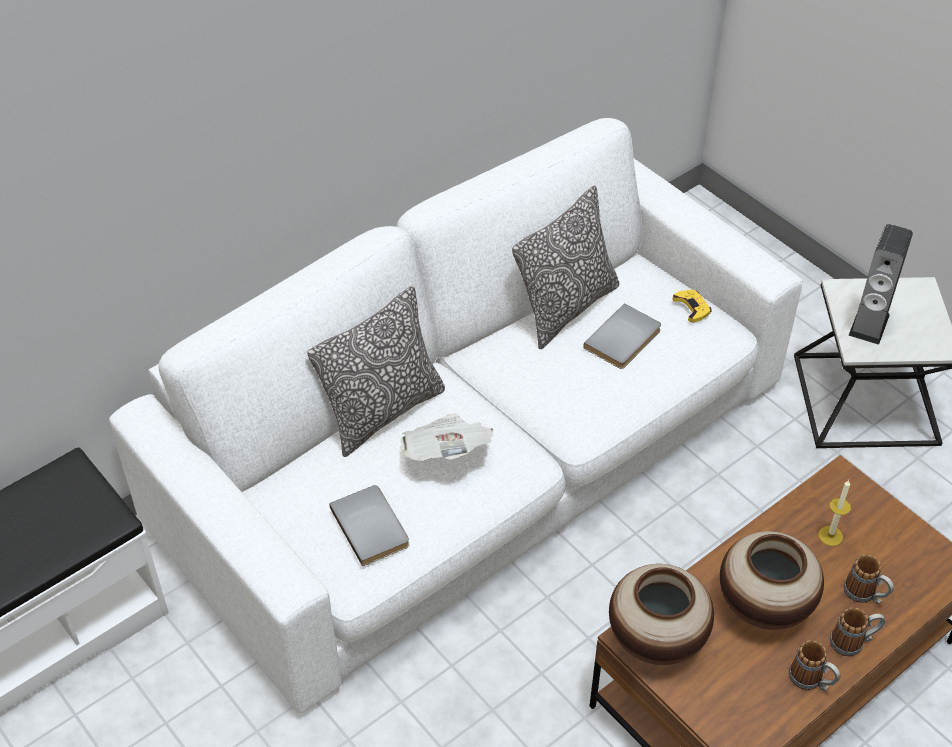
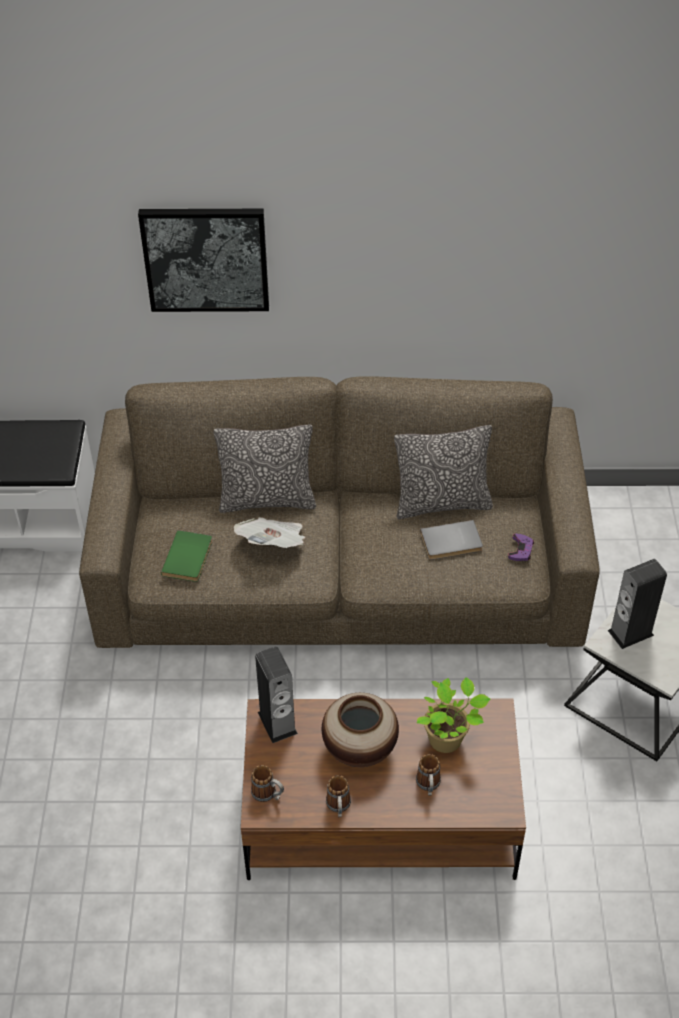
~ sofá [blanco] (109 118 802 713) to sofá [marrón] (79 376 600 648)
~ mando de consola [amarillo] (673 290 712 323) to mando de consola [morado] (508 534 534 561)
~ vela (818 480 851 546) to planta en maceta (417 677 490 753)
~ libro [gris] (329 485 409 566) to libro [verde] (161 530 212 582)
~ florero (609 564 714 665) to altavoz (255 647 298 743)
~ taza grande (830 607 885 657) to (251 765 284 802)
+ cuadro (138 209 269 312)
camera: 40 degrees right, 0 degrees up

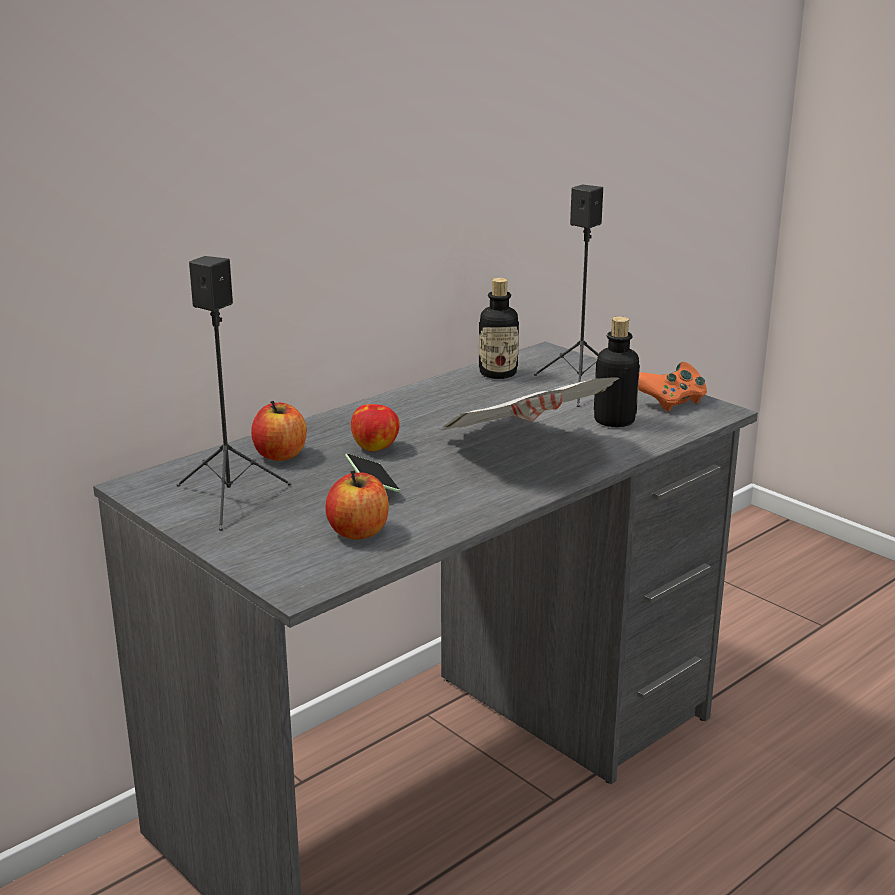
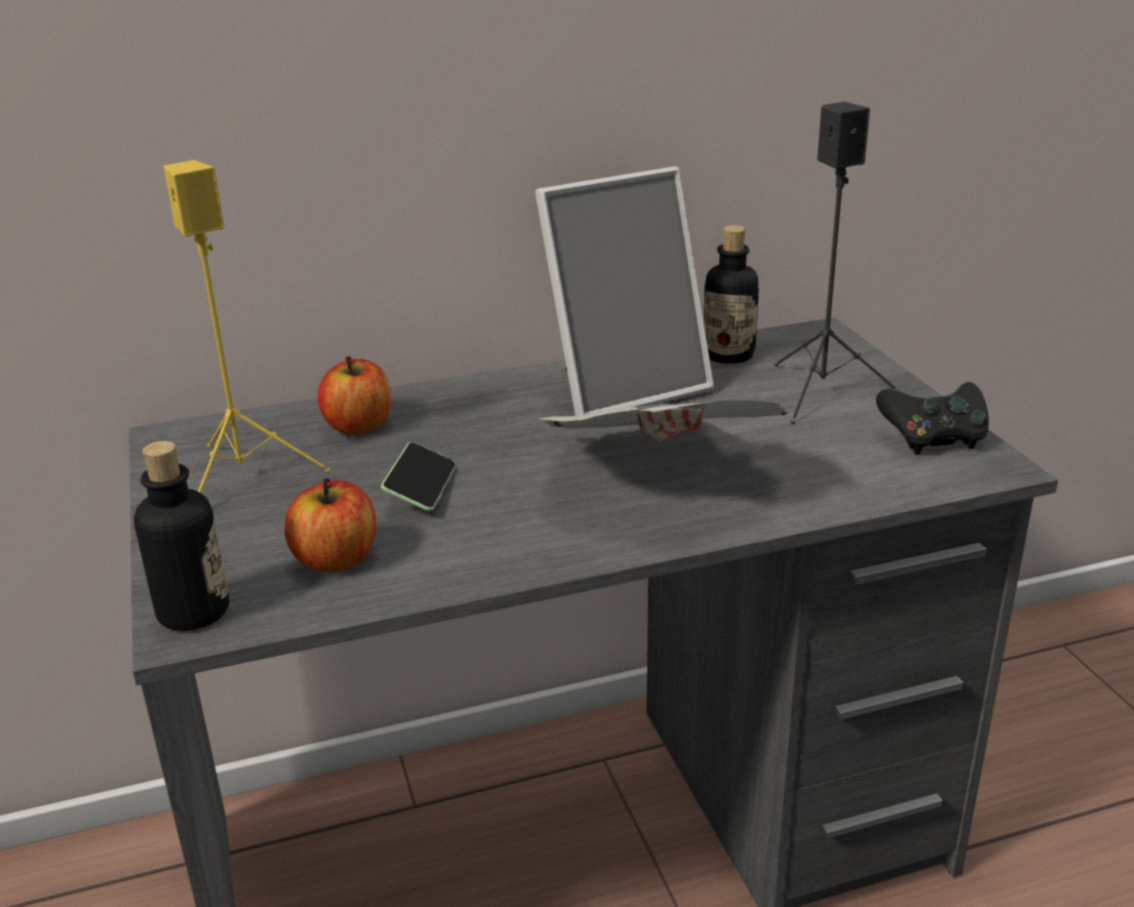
~ altavoz [negro] (177 256 292 531) to altavoz [amarillo] (164 160 330 493)
~ botella (594 317 640 427) to (134 441 229 631)
~ mando de consola [naranja] (638 362 707 412) to mando de consola [negro] (876 382 989 454)
- manzana (351 404 400 452)
+ portarretratos (535 166 714 416)
camera: 25 degrees right, 5 degrees up

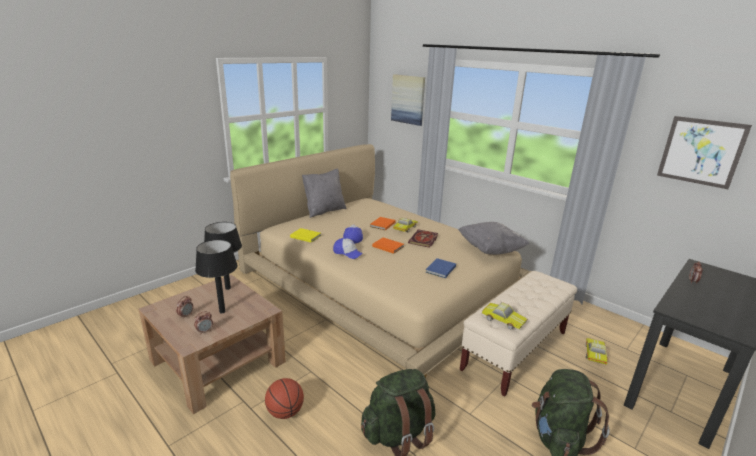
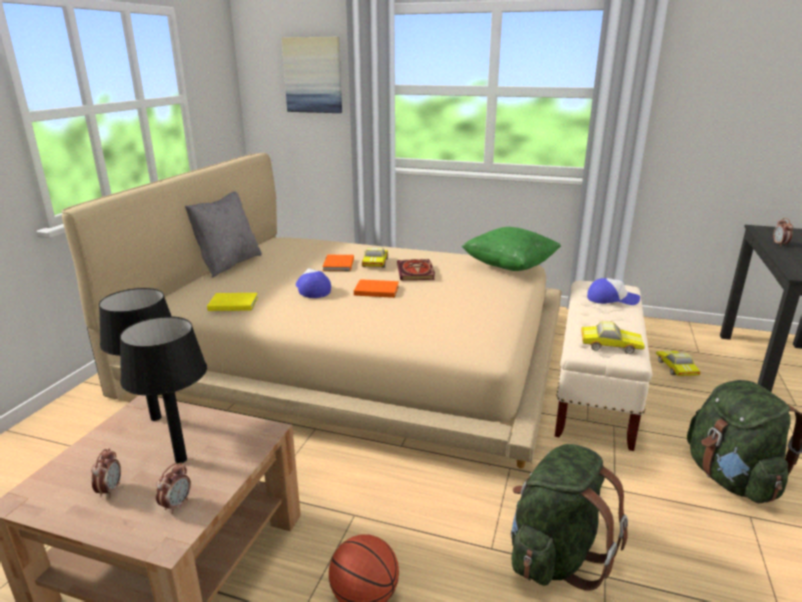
- cuadro (657 116 752 189)
~ cojín [gris] (458 222 530 255) to cojín [verde] (462 227 561 271)
~ gorra (333 238 363 259) to (587 278 640 305)
- libro [azul] (426 258 456 278)
camera: 25 degrees left, 0 degrees up

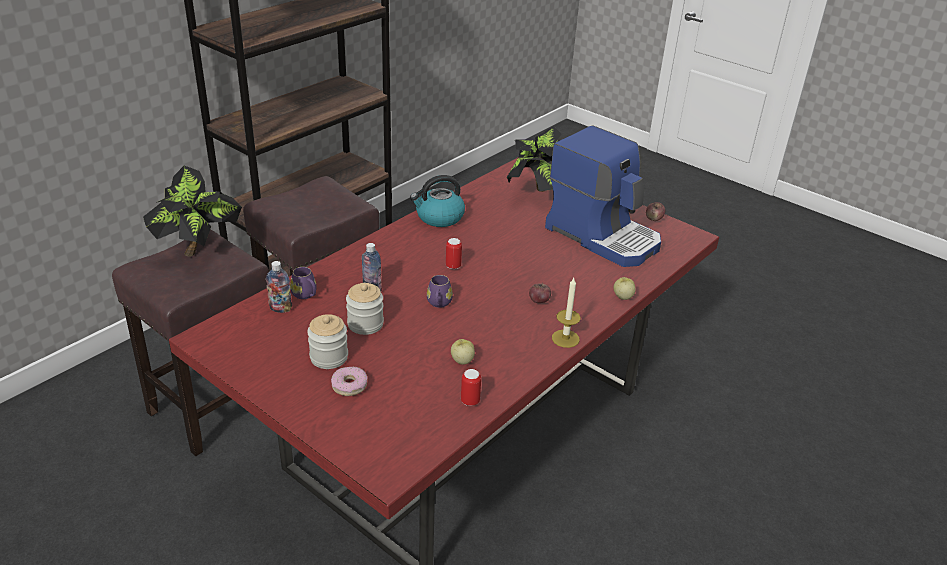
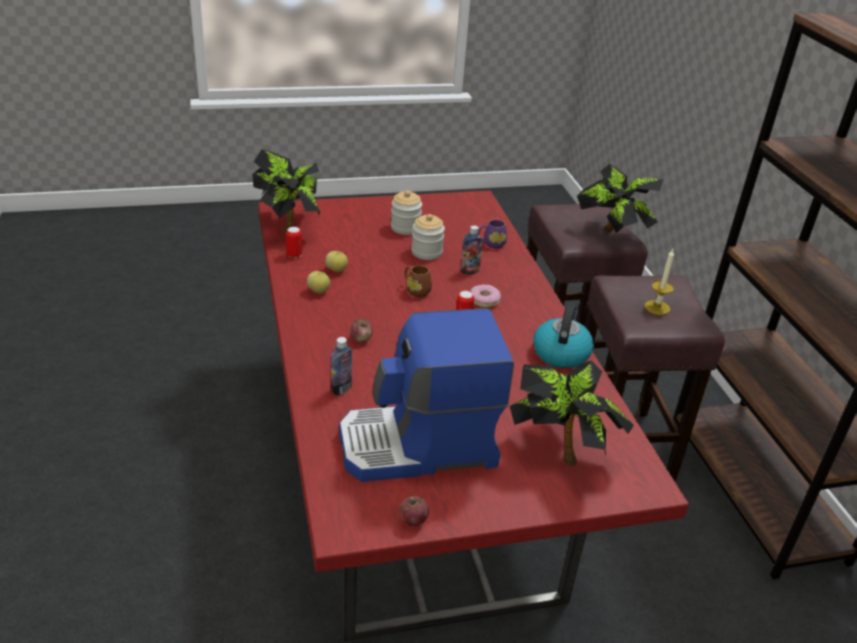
~ botella (266 261 292 313) to (331 337 352 395)
~ taza grande [morado] (427 275 453 308) to taza grande [marrón] (405 265 432 297)
~ manzana (614 277 636 300) to (307 271 330 294)
~ vela (552 278 581 348) to (644 249 674 315)
~ rosquilla (331 367 368 396) to (470 284 501 307)
+ planta en maceta (252 149 320 234)
camera: 125 degrees right, 0 degrees up

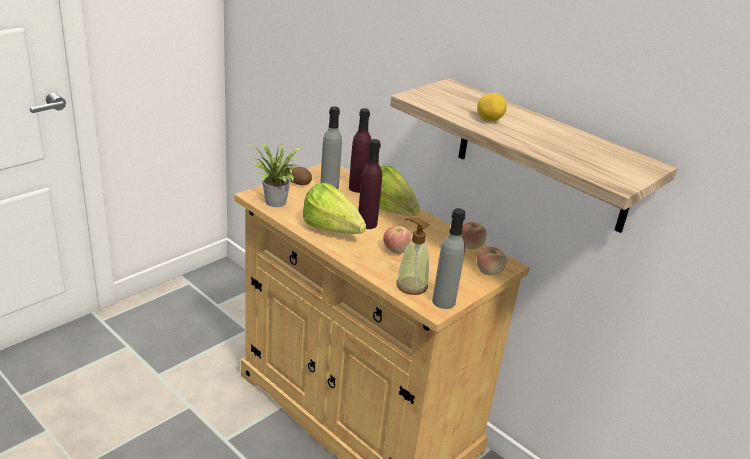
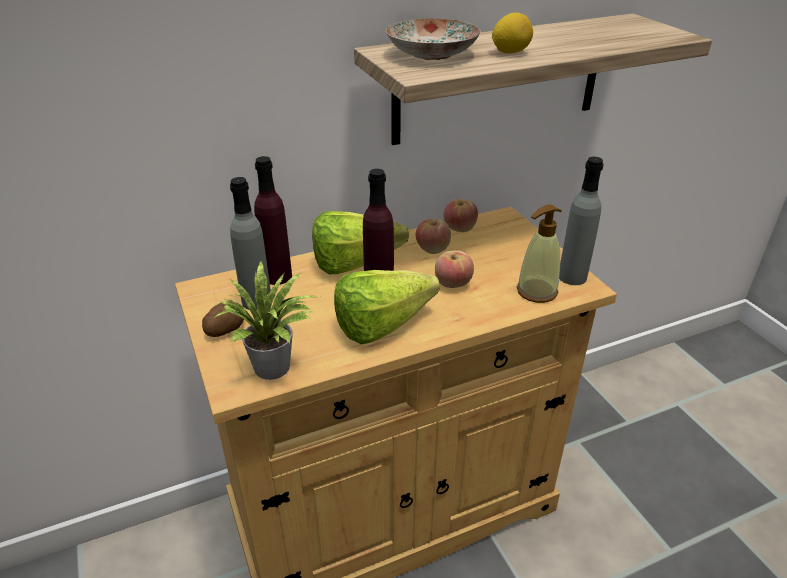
~ manzana (477 247 507 275) to (416 219 451 254)
+ plato (386 18 481 60)
camera: 65 degrees left, 5 degrees up

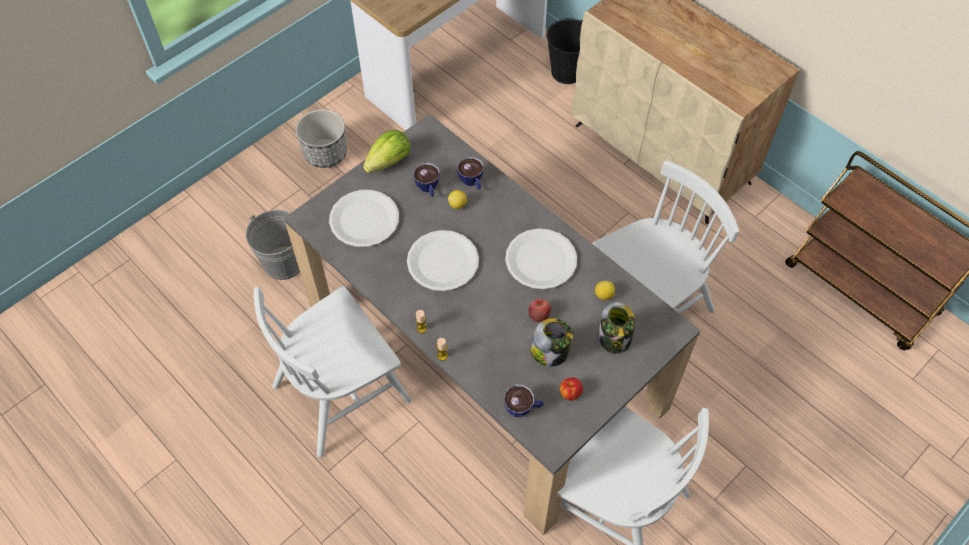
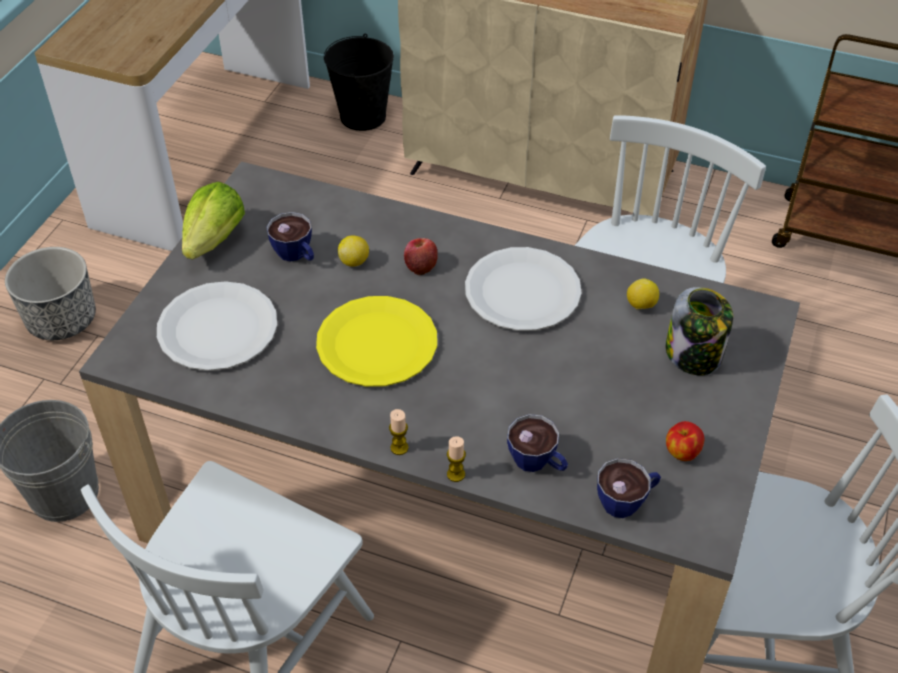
~ taza (457 157 484 189) to (507 414 568 472)
~ plato [blanco] (407 230 479 291) to plato [amarillo] (316 296 437 387)
~ manzana (529 299 551 322) to (404 238 438 275)
- tarro (531 318 573 366)
camera: 25 degrees left, 10 degrees down

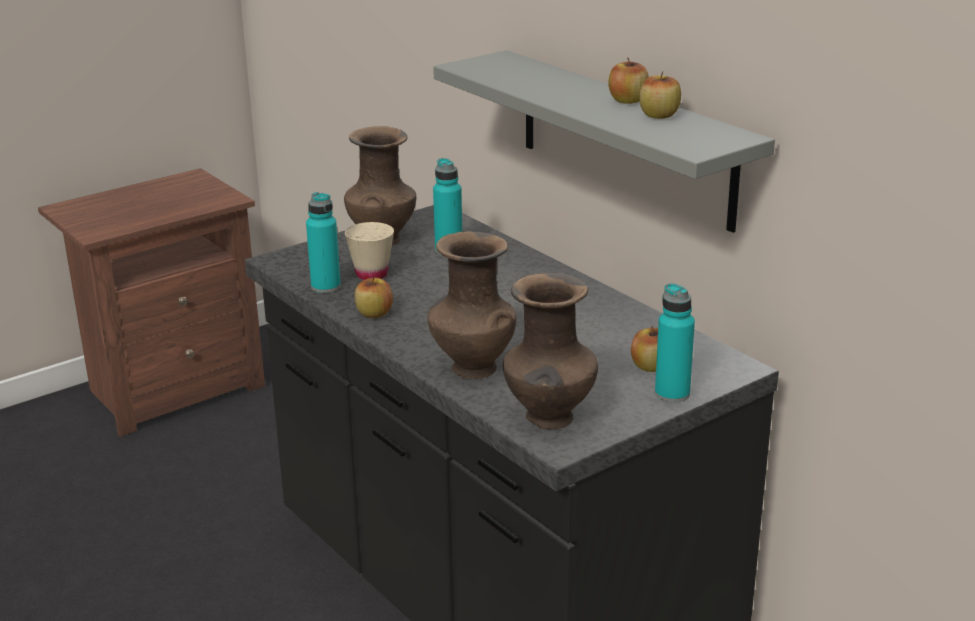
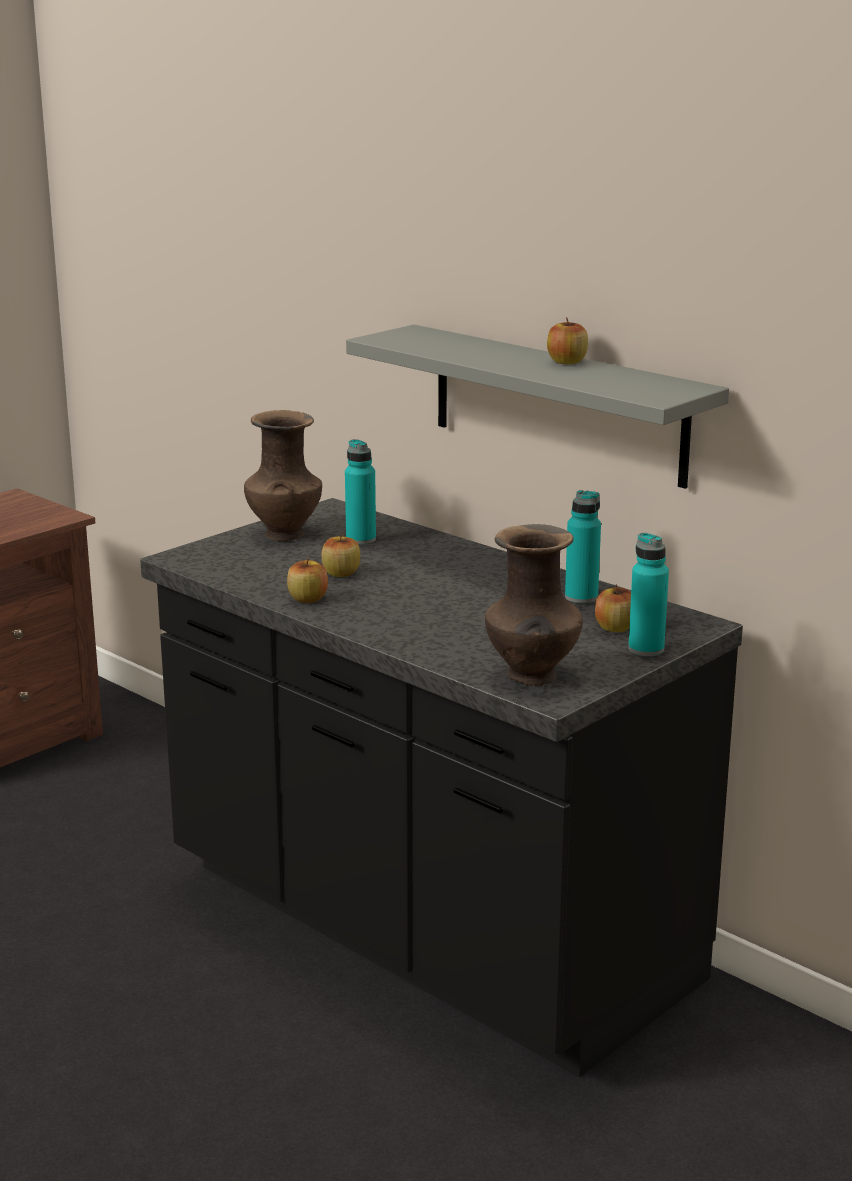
~ manzana (639 71 681 119) to (321 533 360 577)
~ botella [turquesa] (306 192 341 293) to (565 490 601 603)
- taza [beis] (345 222 394 280)
- florero [marrón] (427 231 516 379)
camera: 10 degrees left, 5 degrees down

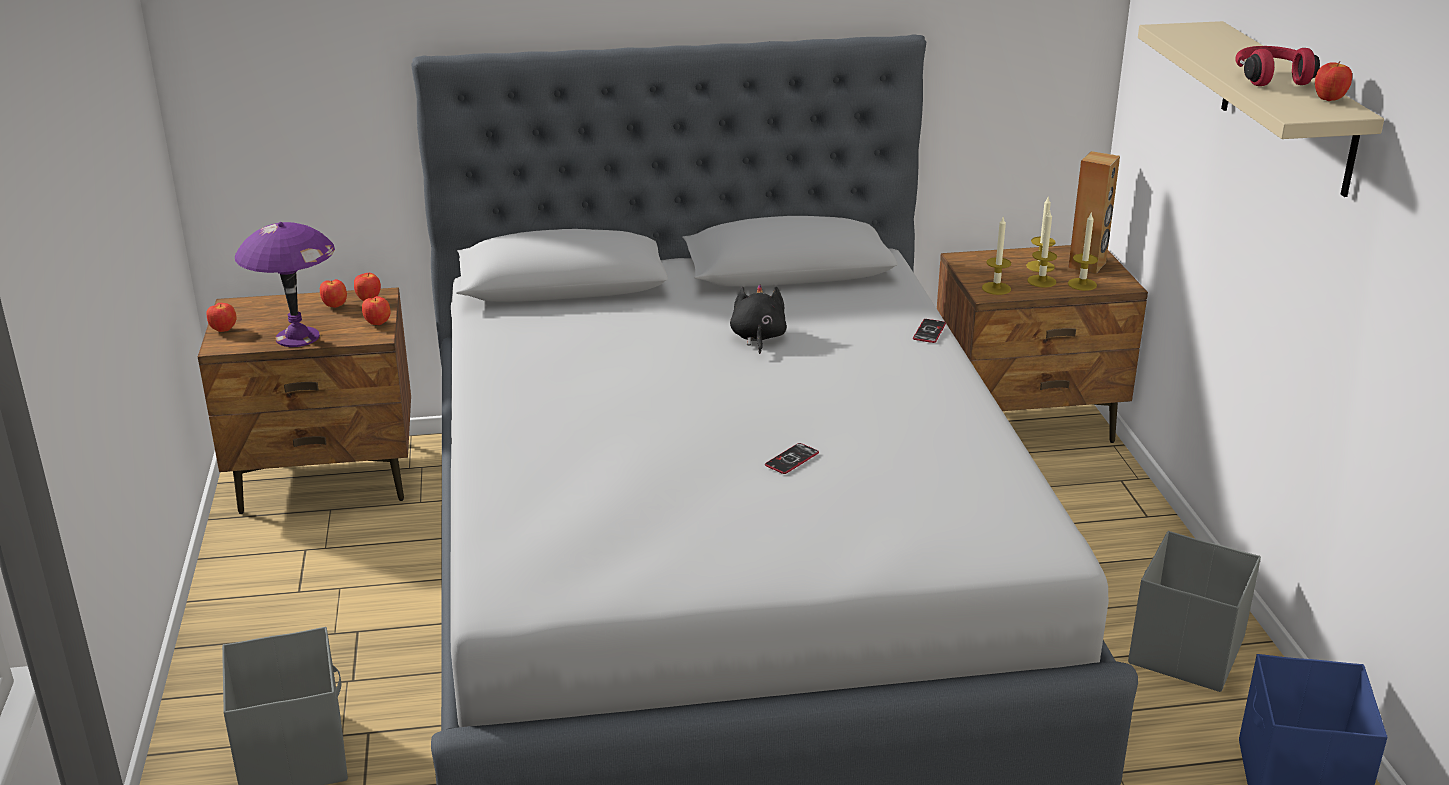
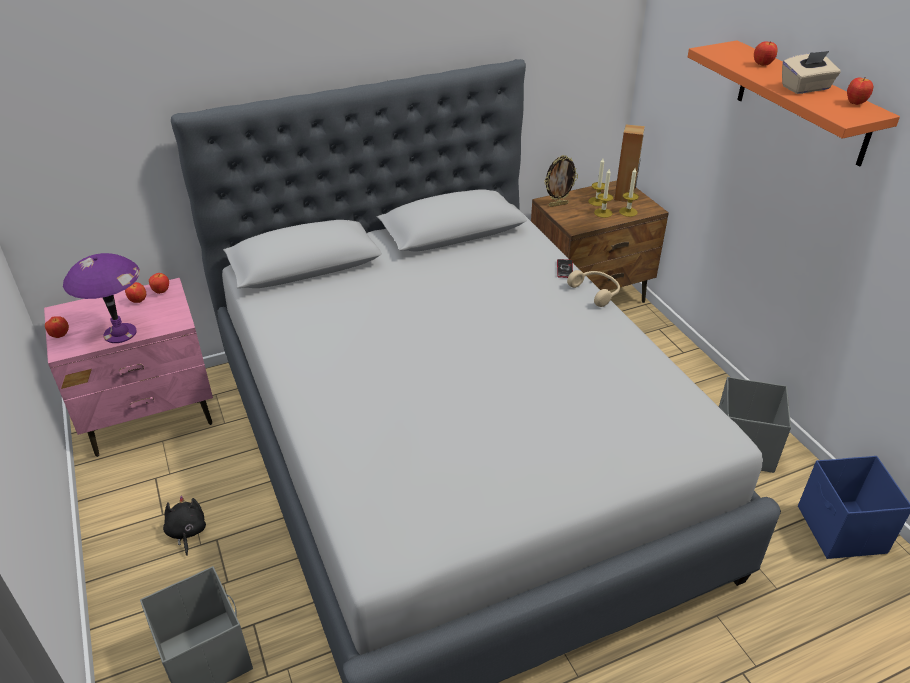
~ estante [beis] (1138 21 1384 197) to estante [naranja] (688 40 900 167)
~ auriculares [rojo] (1235 46 1320 86) to caja de pañuelos [beis] (782 51 841 94)
- vela (982 217 1011 295)
~ peluche [negro] (730 284 787 354) to (163 495 206 555)
~ mesita de noche [marrón] (198 287 411 514) to mesita de noche [rosa] (44 278 213 457)
~ manzana (362 296 391 325) to (754 41 777 66)
- móvil (765 443 819 474)
+ portarretratos (544 155 578 207)
+ auriculares [beis] (567 270 620 307)
camera: 15 degrees left, 10 degrees up

